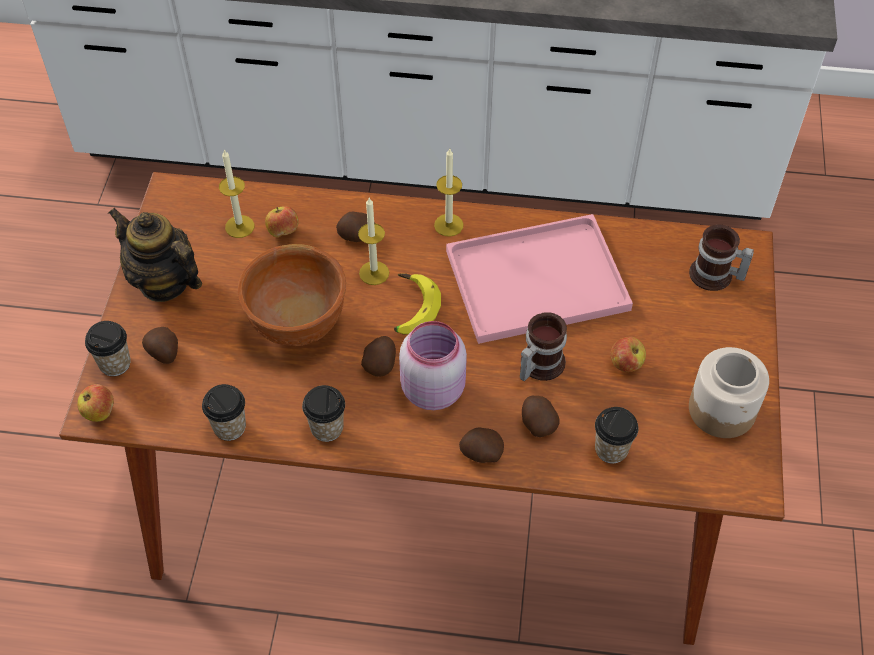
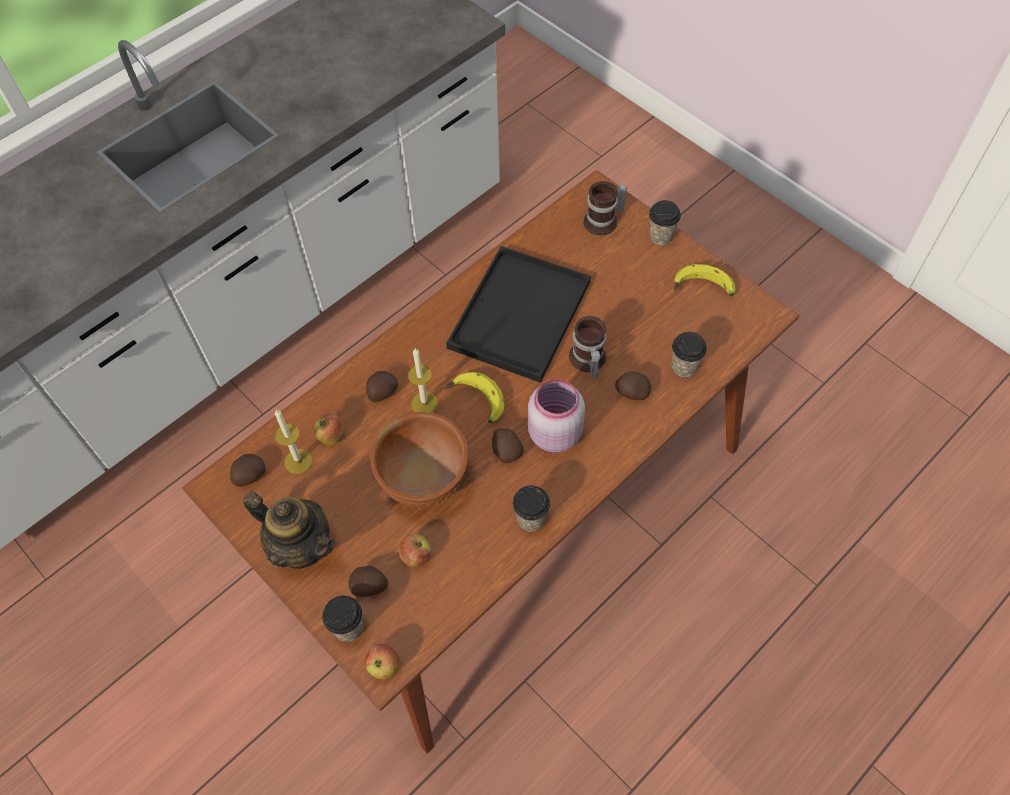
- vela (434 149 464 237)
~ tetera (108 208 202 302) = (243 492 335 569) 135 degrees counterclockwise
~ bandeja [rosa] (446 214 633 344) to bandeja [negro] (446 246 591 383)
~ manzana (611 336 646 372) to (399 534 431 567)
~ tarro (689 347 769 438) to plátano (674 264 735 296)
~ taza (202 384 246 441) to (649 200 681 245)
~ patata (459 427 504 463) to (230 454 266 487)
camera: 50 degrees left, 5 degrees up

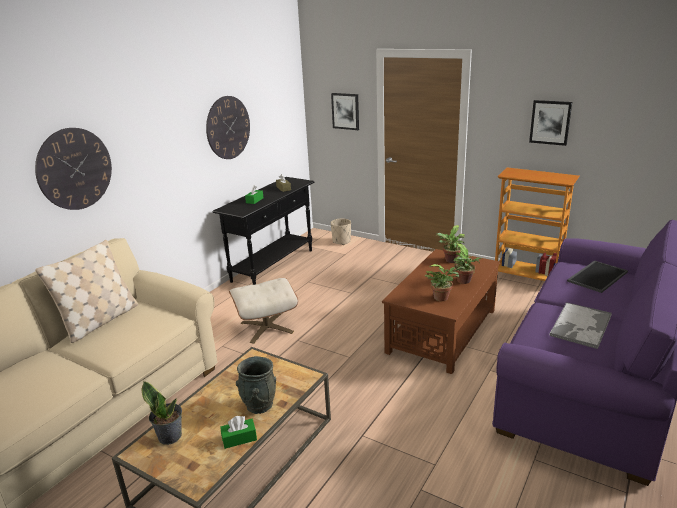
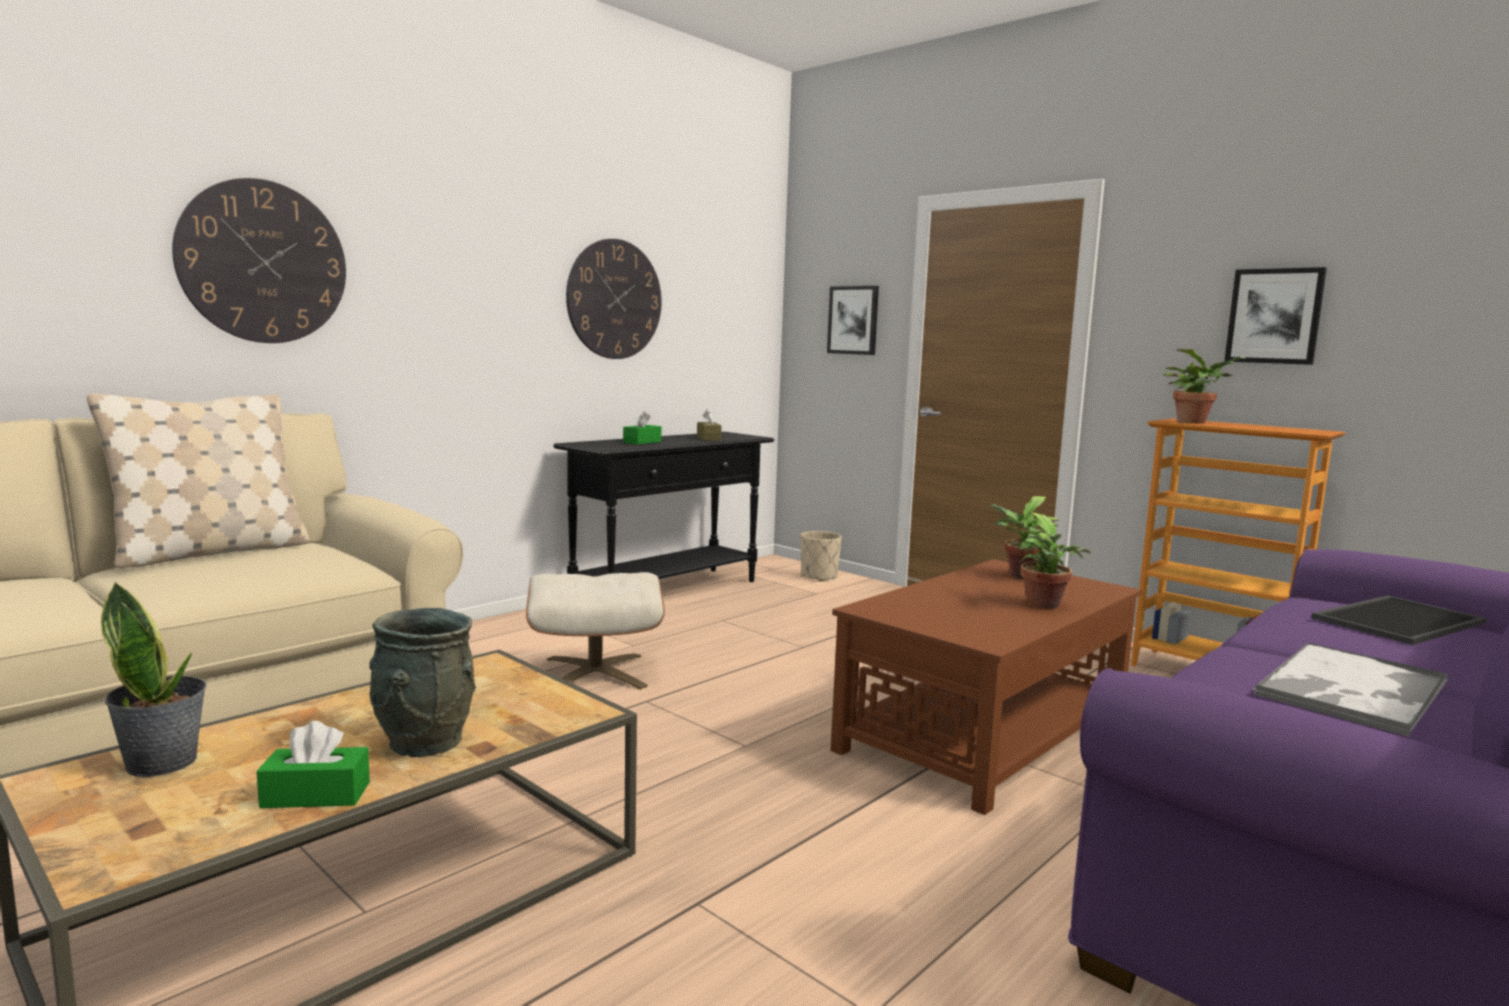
~ planta en maceta (425 264 466 301) to (1163 349 1246 424)
camera: 10 degrees right, 15 degrees down

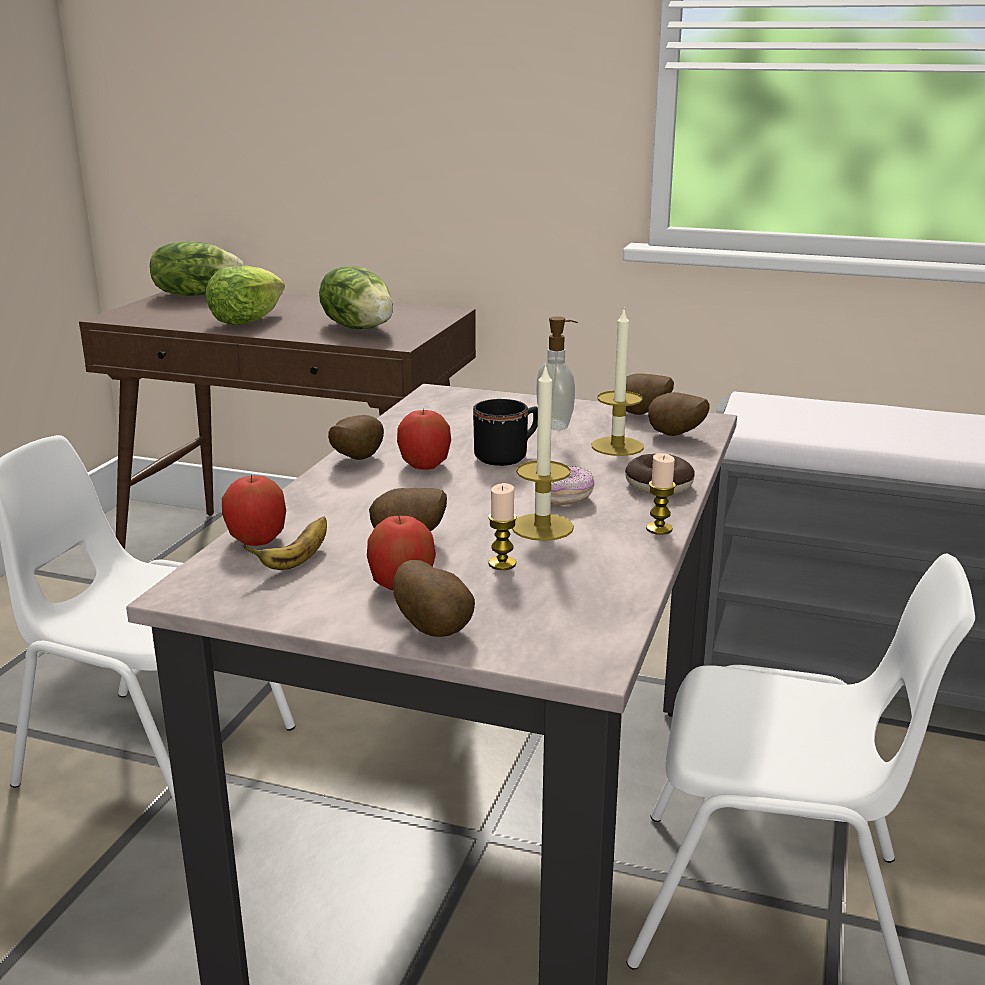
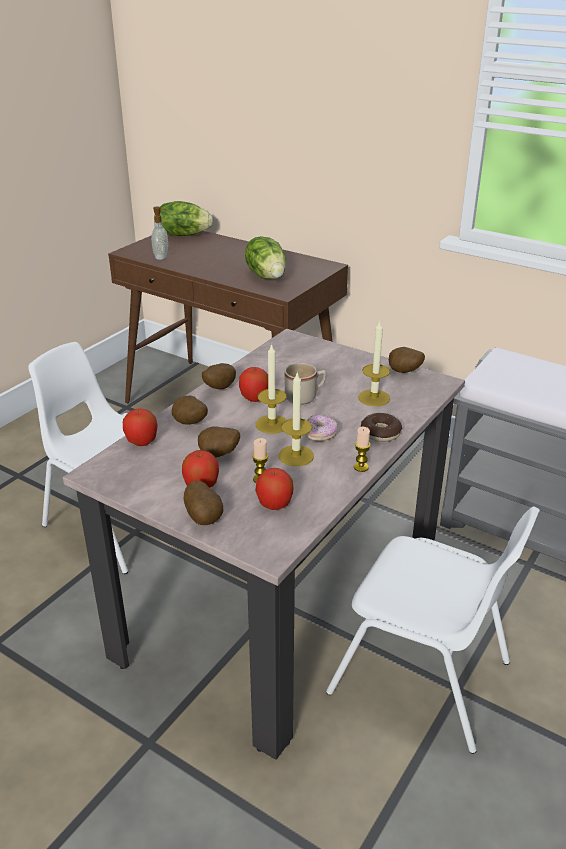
- lechuga (206 266 285 326)
~ dispensador de jabón (536 316 578 430) to (151 206 168 260)
~ patata (648 392 710 436) to (172 396 208 425)
~ taza grande [negro] (473 399 538 466) to taza grande [beis] (284 363 326 405)
- plátano (242 516 327 570)
+ vela (256 343 287 434)
+ manzana (255 468 293 510)
camera: 15 degrees right, 10 degrees up

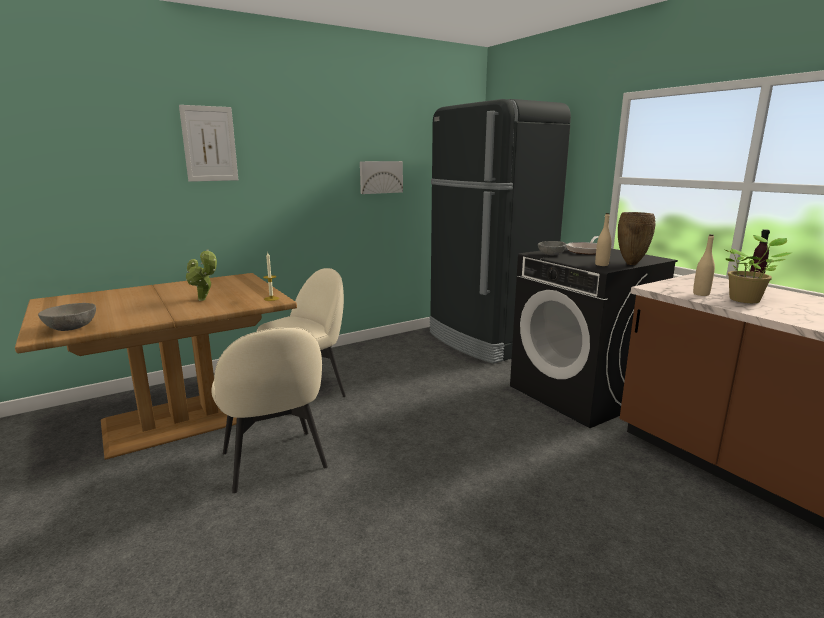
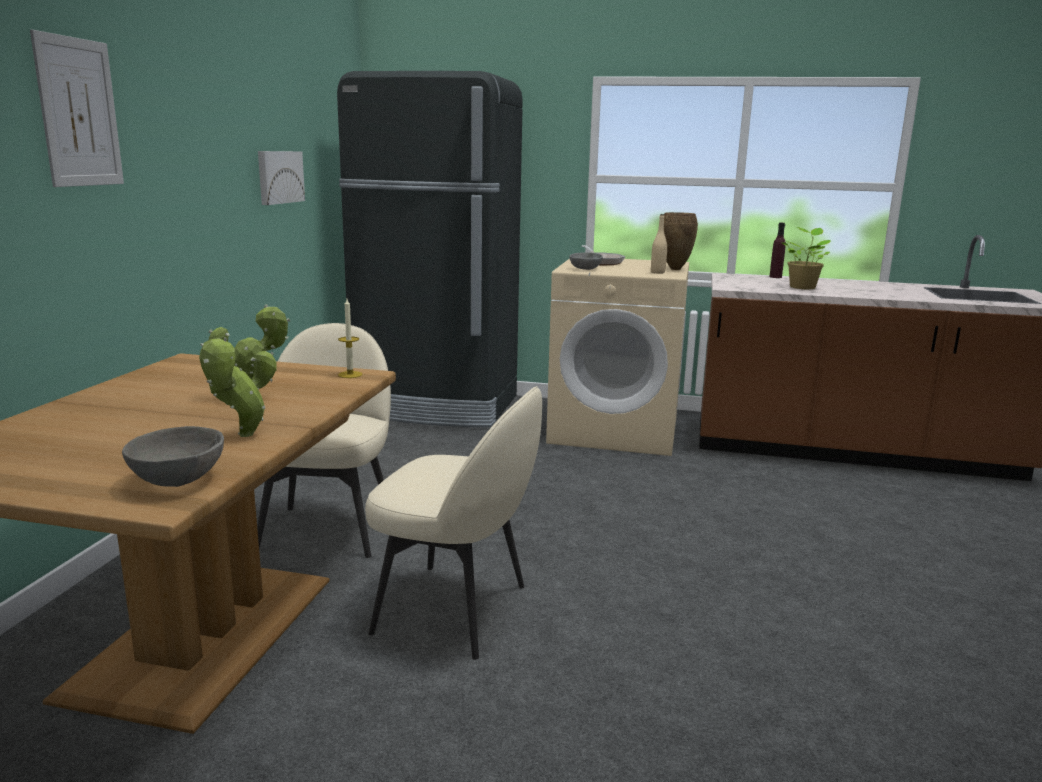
- botella [beis] (693 234 715 296)
~ lavadora [negro] (510 248 678 428) to lavadora [beis] (546 259 689 456)
+ planta en maceta (199 337 277 437)
camera: 45 degrees left, 0 degrees up

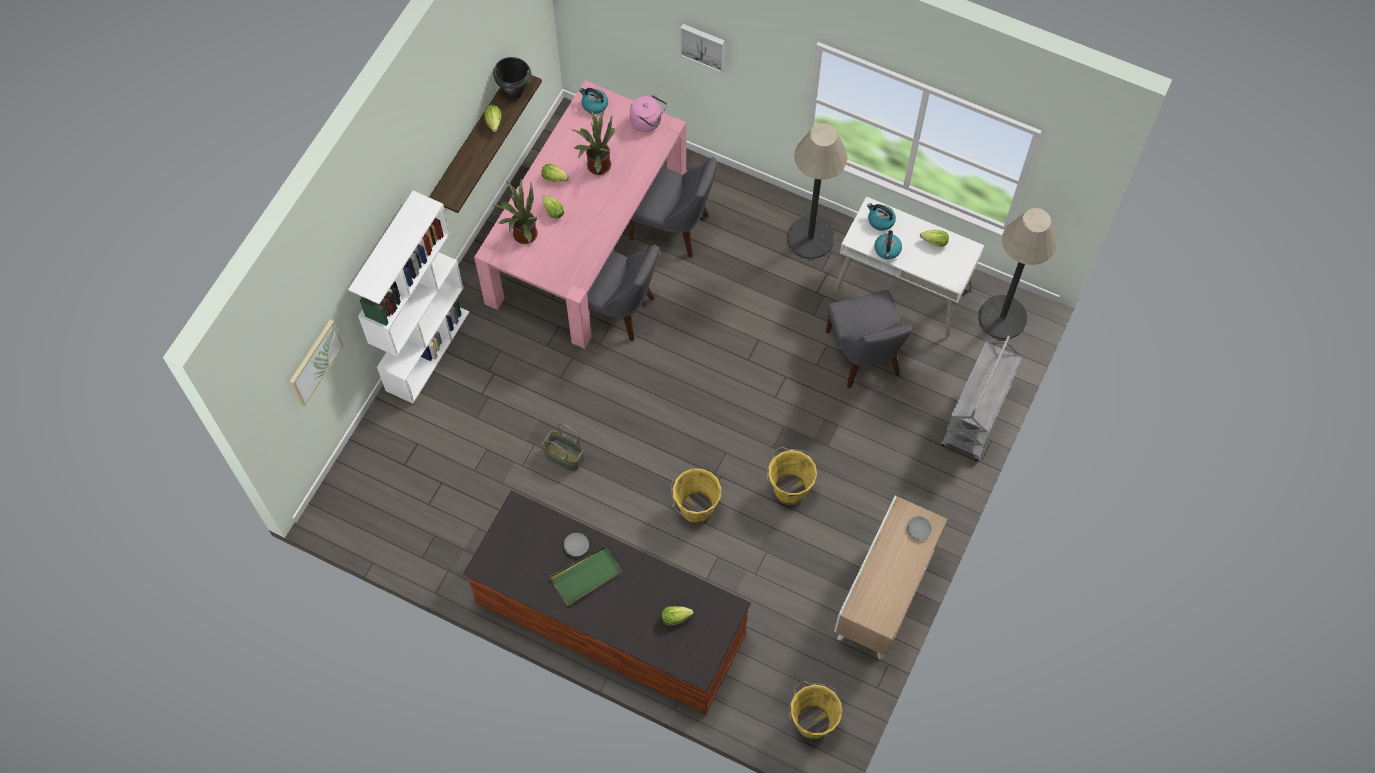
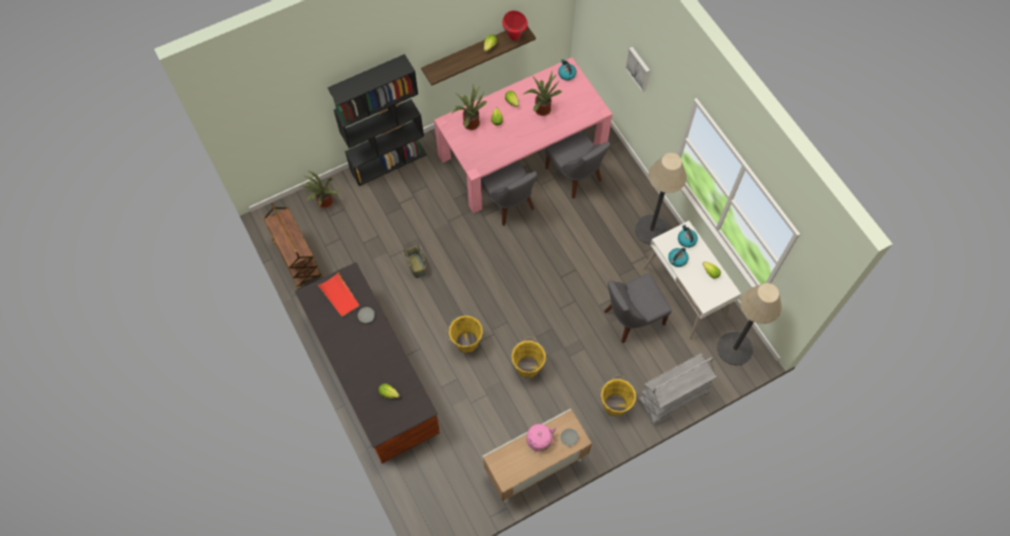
~ olla [negro] (493 57 531 99) to olla [rojo] (502 10 528 41)
~ hervidor [rosa] (630 94 667 132) to (527 424 556 452)
~ estantería [blanco] (348 191 469 404) to estantería [negro] (328 54 427 186)
~ silla [gris] (826 290 912 388) = (604 273 672 343) 45 degrees clockwise
- cuadro (289 319 343 406)
- bandeja [verde] (549 546 622 605)
~ cubo [amarillo] (789 681 842 739) to (600 375 638 417)
+ planta en maceta (298 171 340 208)
+ carrito [marrón] (263 203 322 289)
+ bandeja [rojo] (318 272 360 317)
camera: 35 degrees right, 0 degrees up

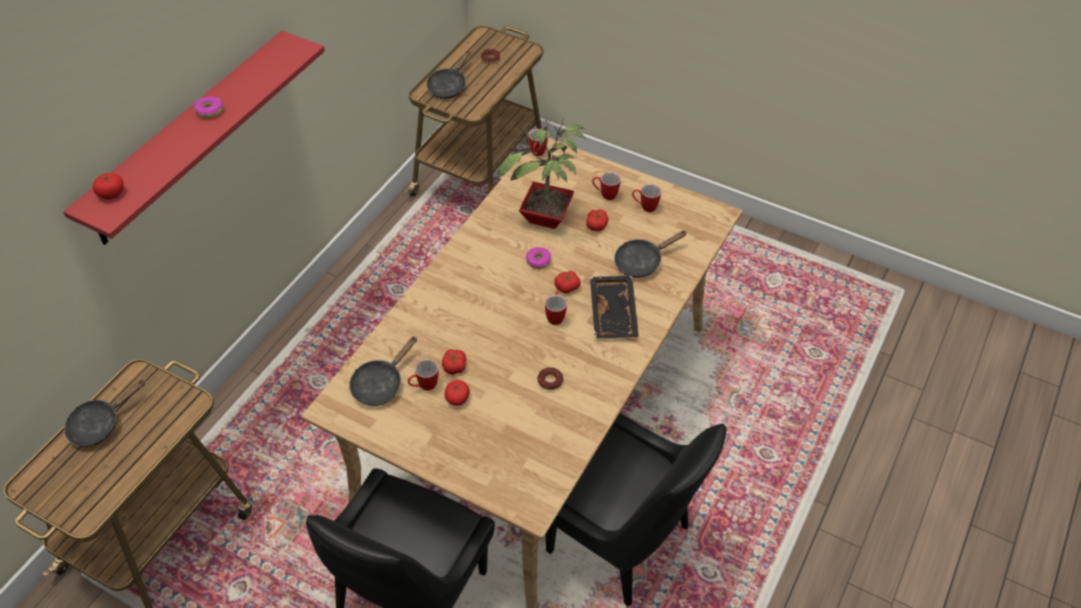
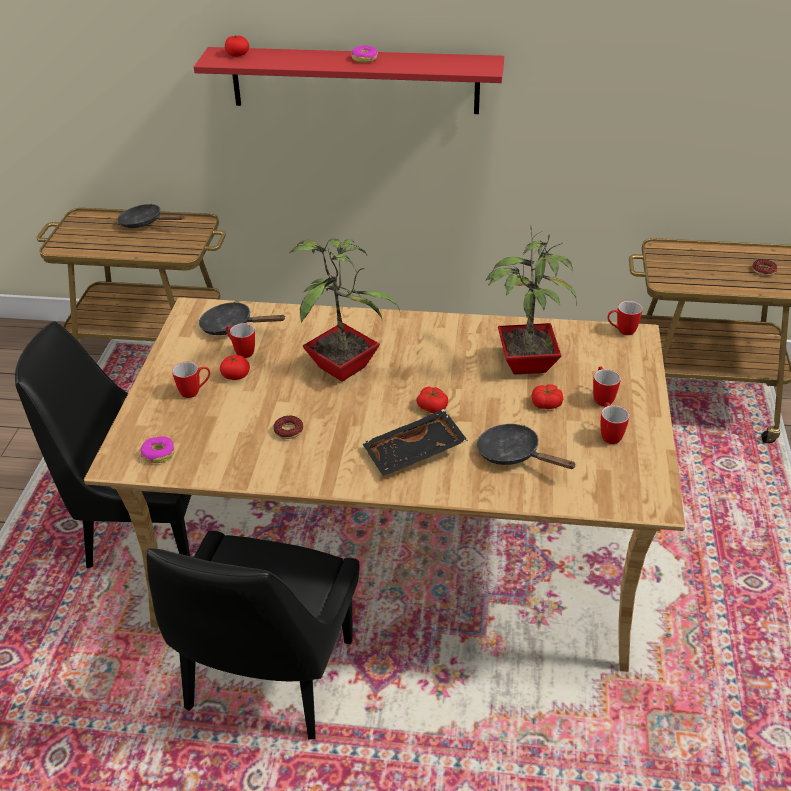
- sartén [negro] (427 50 470 99)
~ rosquilla (526 247 551 269) to (140 436 175 463)
~ taza grande (545 291 567 325) to (172 361 210 398)
- tomate (442 349 466 375)
+ planta en maceta (289 239 400 382)
camera: 70 degrees right, 10 degrees down

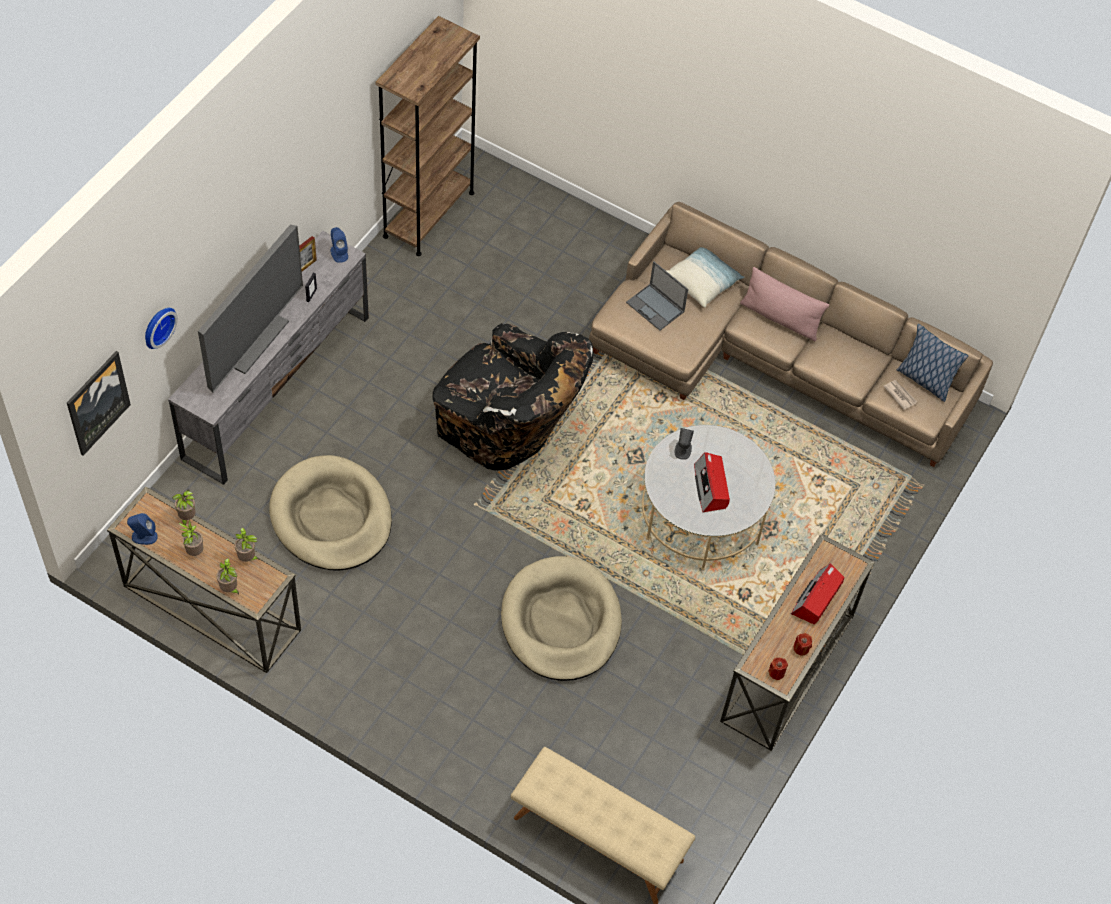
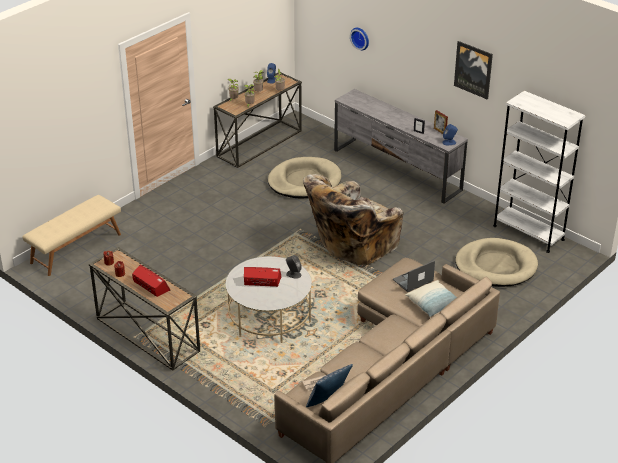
~ estantería [marrón] (375 16 480 256) to estantería [blanco] (493 91 585 253)
- televisor (198 225 303 393)
- cojín [rosa] (740 267 829 342)
~ sillón [negro] (432 323 594 471) to sillón [beis] (303 174 404 266)
~ cuadro (67 351 131 456) to (454 41 493 99)
~ cama para perro [beis] (501 556 622 681) to (455 238 538 287)
camera: 105 degrees right, 20 degrees down

